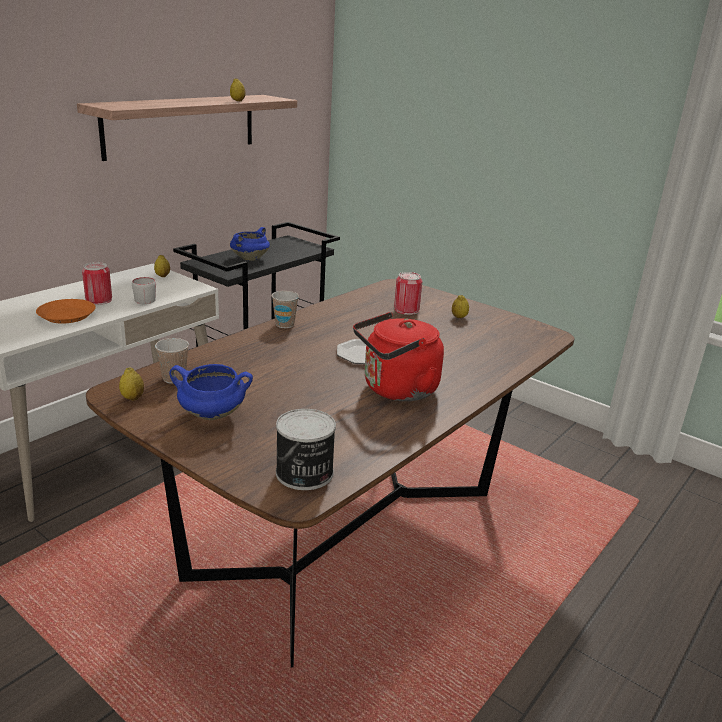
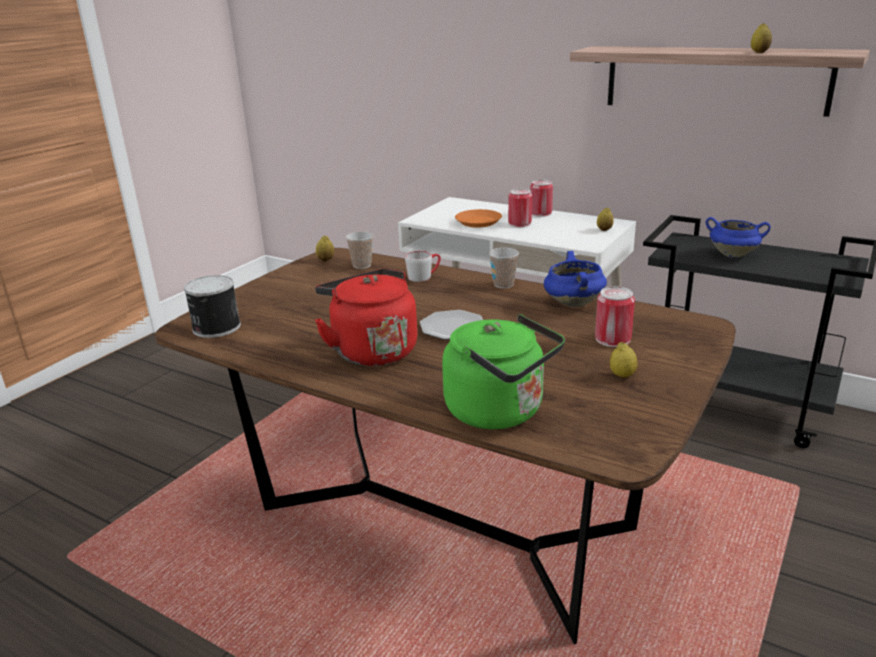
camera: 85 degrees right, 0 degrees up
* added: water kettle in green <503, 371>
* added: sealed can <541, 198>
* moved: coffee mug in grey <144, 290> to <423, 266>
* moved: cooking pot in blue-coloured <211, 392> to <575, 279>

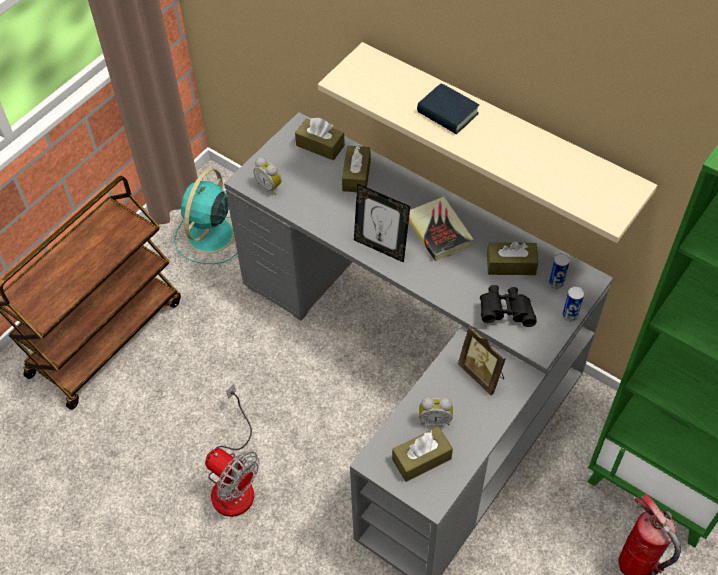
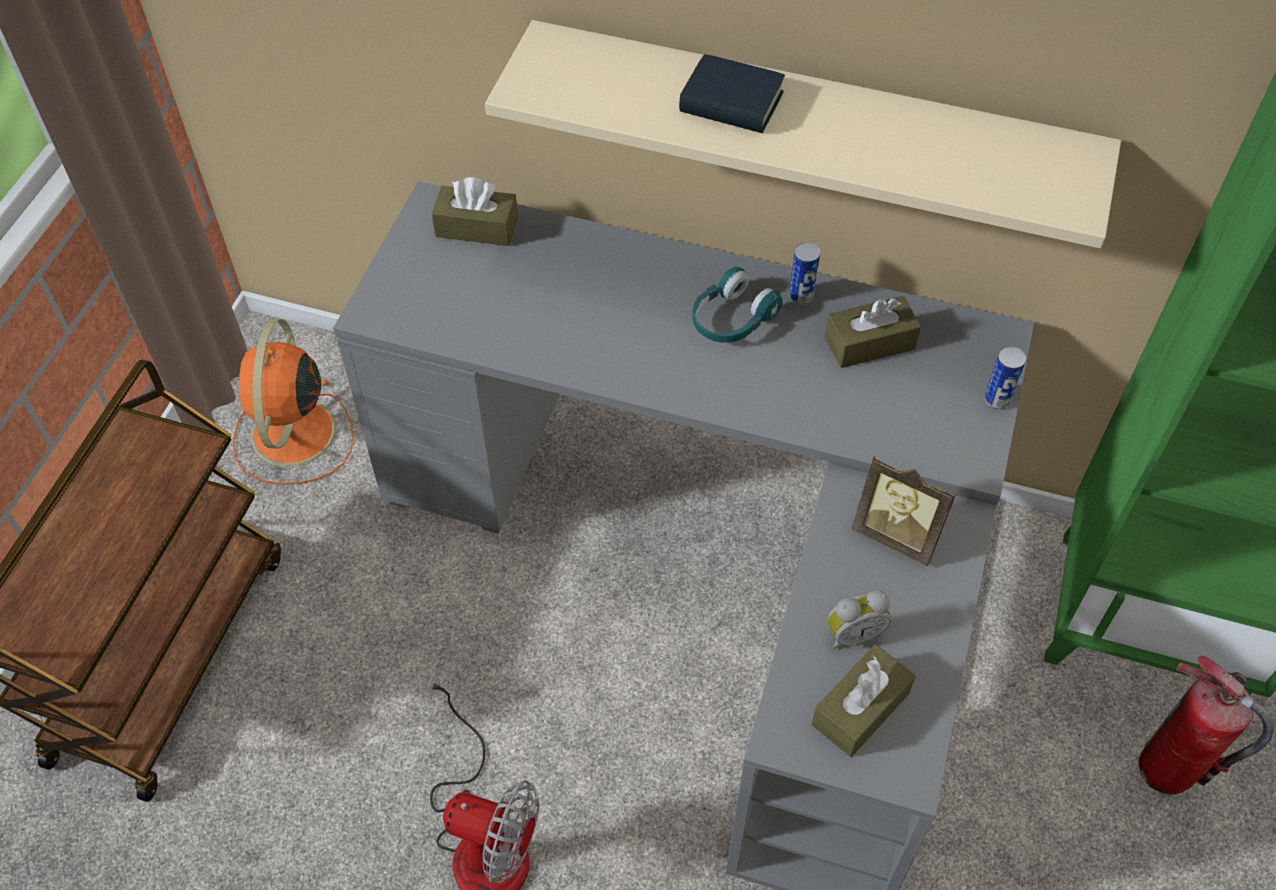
camera: 20 degrees left, 0 degrees up
* removed: alarm clock <267, 176>
* removed: tissue holder in brown-coloured <356, 168>
* removed: photo frame <382, 223>
* removed: pair of binoculars in blackish <508, 306>
* moved: sealed can <559, 271> to <804, 273>
* replaced: bound book <441, 229> to headset in blue-green <737, 305>
* recoloured: cooling fan in blue-green <205, 216> to cooling fan in orangey <293, 401>

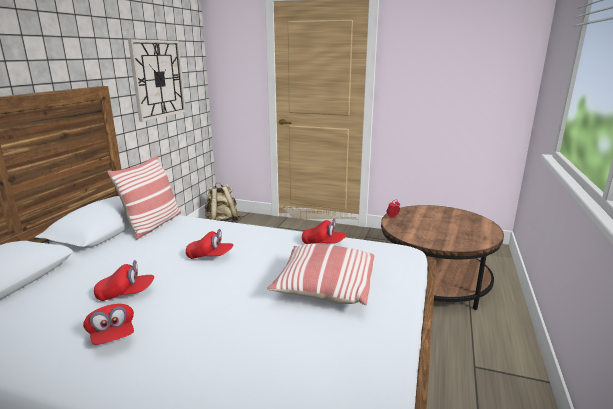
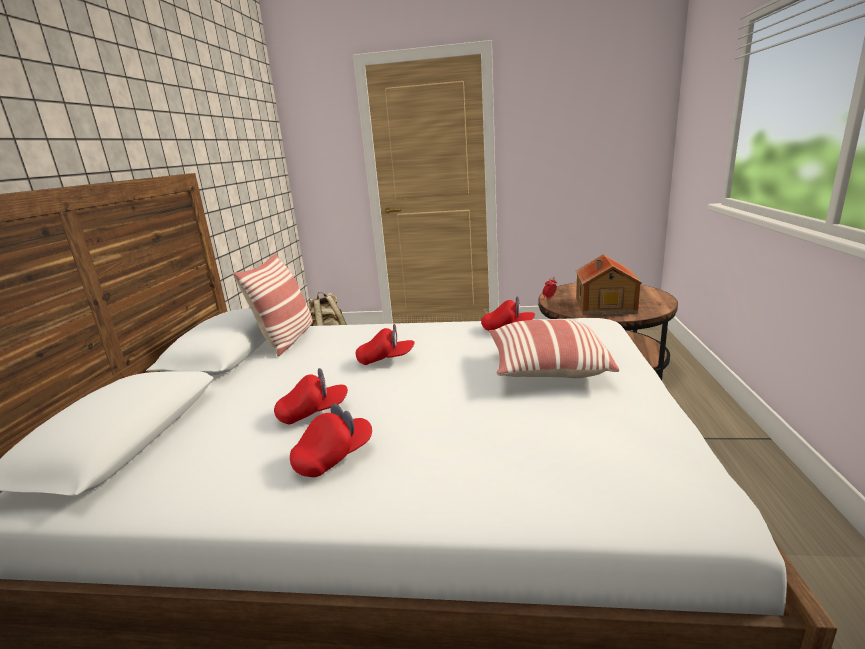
camera: 10 degrees left, 0 degrees up
* removed: hanging clock <157, 80>
* added: toy house <609, 284>
* turned: baseball cap in reddish <108, 324> = <331, 440> 90 degrees counterclockwise

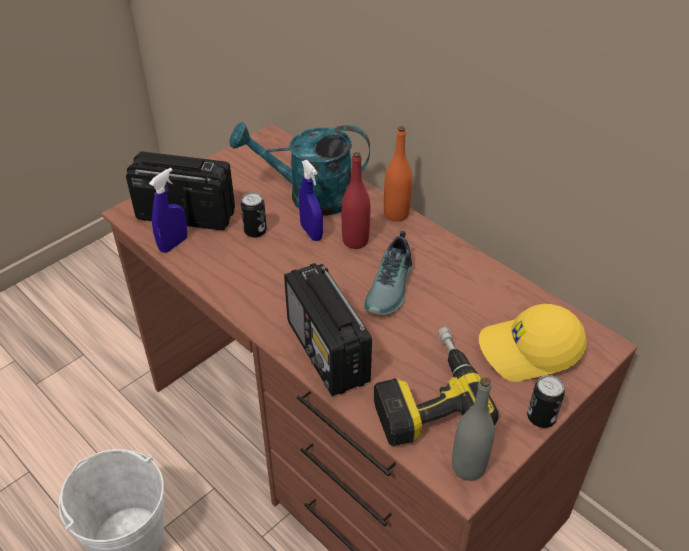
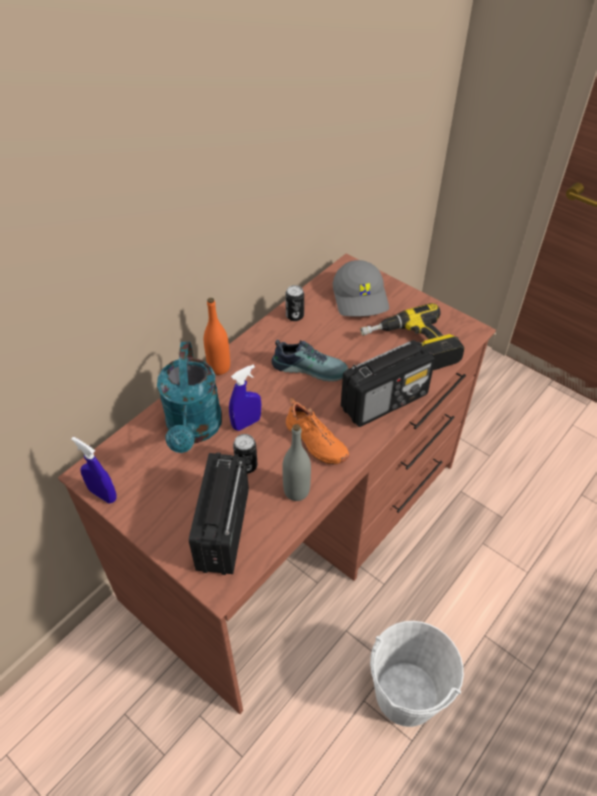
camera: 95 degrees left, 5 degrees up
* removed: drink bottle in reddish <356, 200>
* added: item of footwear in orangey <317, 431>
* moved: sprayer in blue-coloured <168, 210> to <93, 470>
* moved: drink bottle in grey <473, 429> to <296, 462>
* moved: sealed can <546, 401> to <294, 303>
* recoloured: baseball cap in yellowish <533, 343> to baseball cap in grey <361, 288>

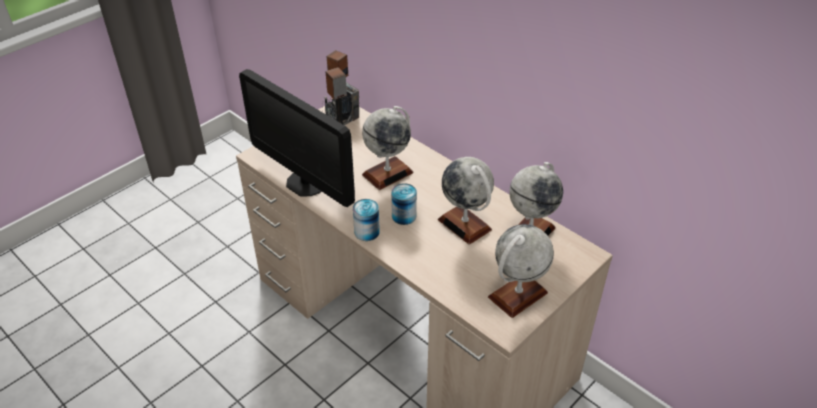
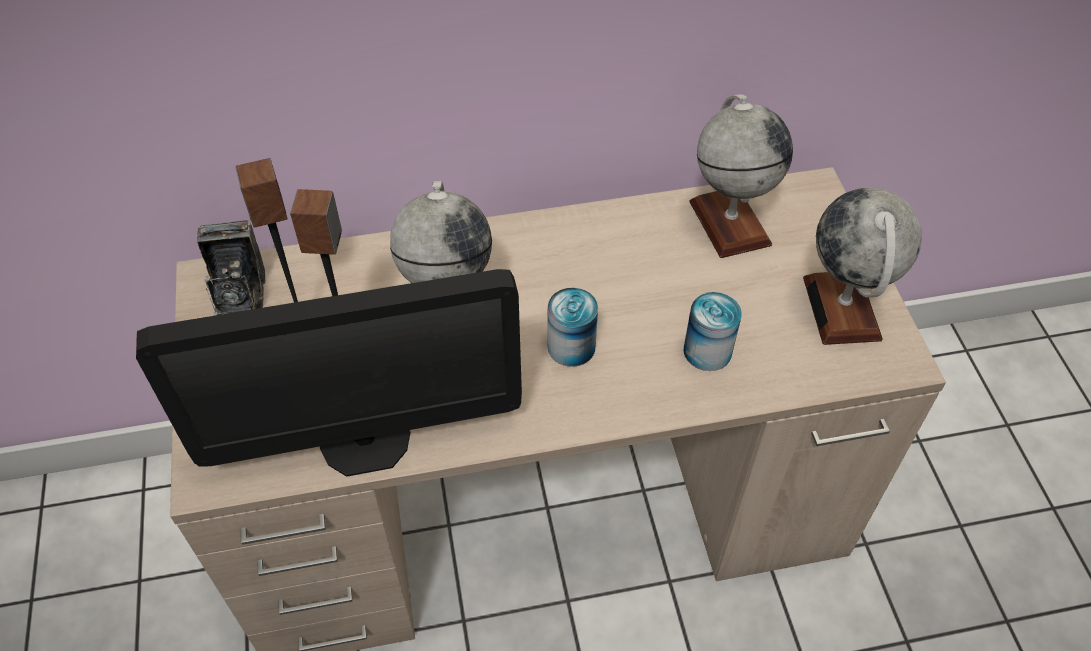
camera: 55 degrees left, 10 degrees up
* removed: desk globe <466, 201>
* moved: sealed can <366, 220> to <713, 331>

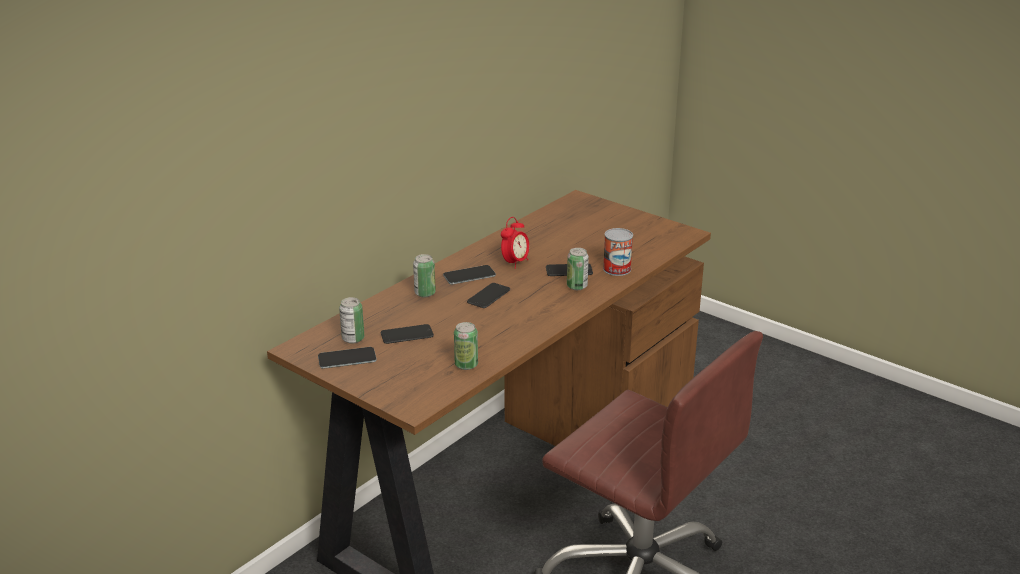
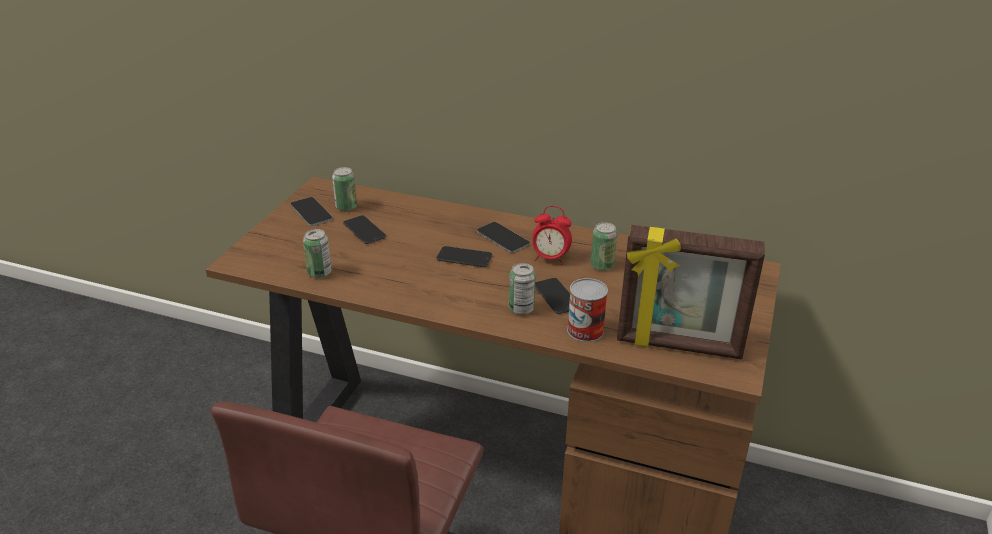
camera: 70 degrees right, 5 degrees up
* added: photo frame <691, 292>
* moved: sealed can <424, 275> to <604, 246>

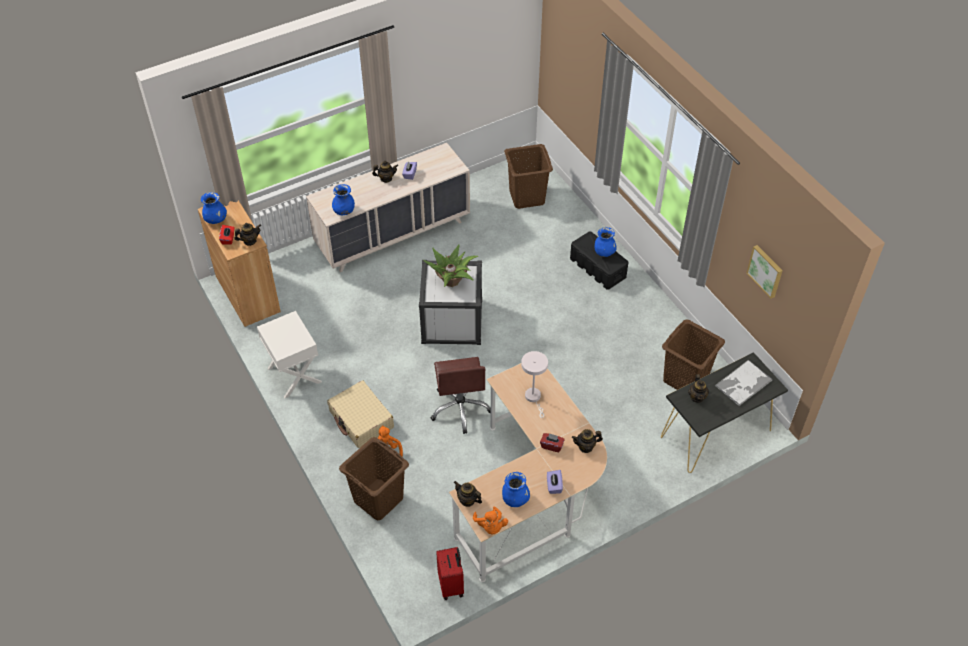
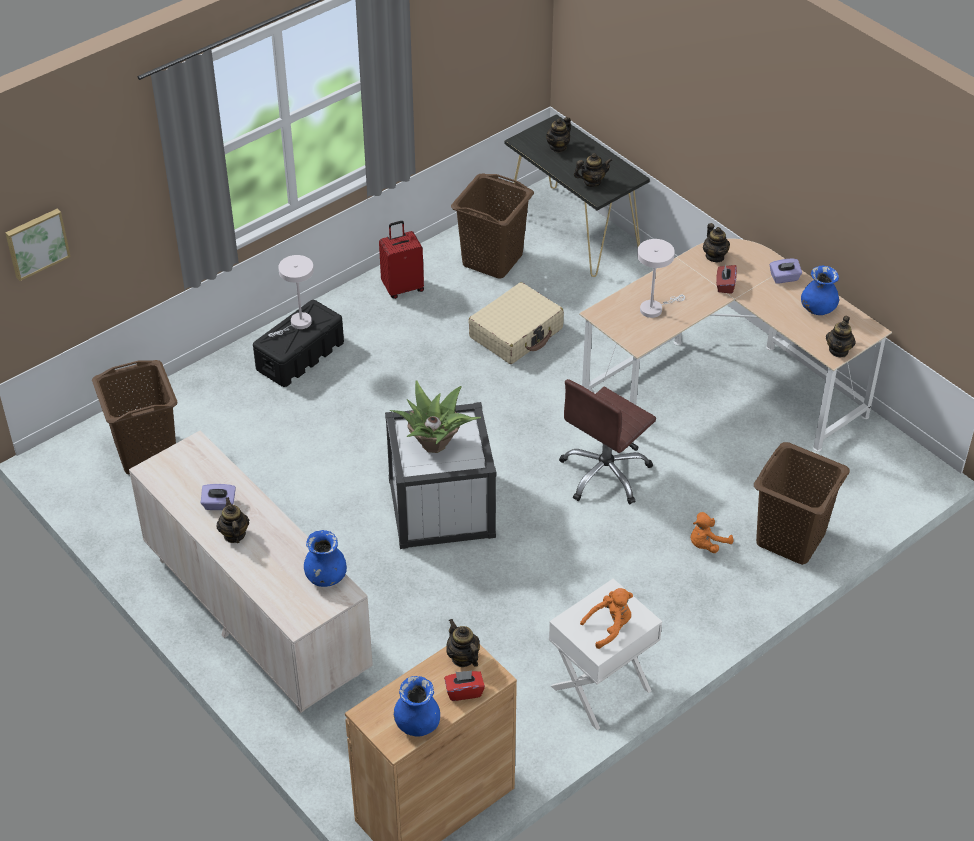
camera: 100 degrees left, 5 degrees down
* moved: suitcase in beige-coloured <360, 414> to <516, 323>
* moved: suitcase in reddish <450, 573> to <401, 260>
* moved: cuddly toy in orangey <490, 520> to <606, 618>
* moved: picture <764, 272> to <38, 245>
* replaced: decorative vase in blue-coloured <606, 242> to tabletop lamp in whitish <291, 296>
* replaced: serving tray <744, 382> to pot for tea <558, 135>
* turned: office chair in brown-coloured <460, 395> = <607, 441> 150 degrees clockwise

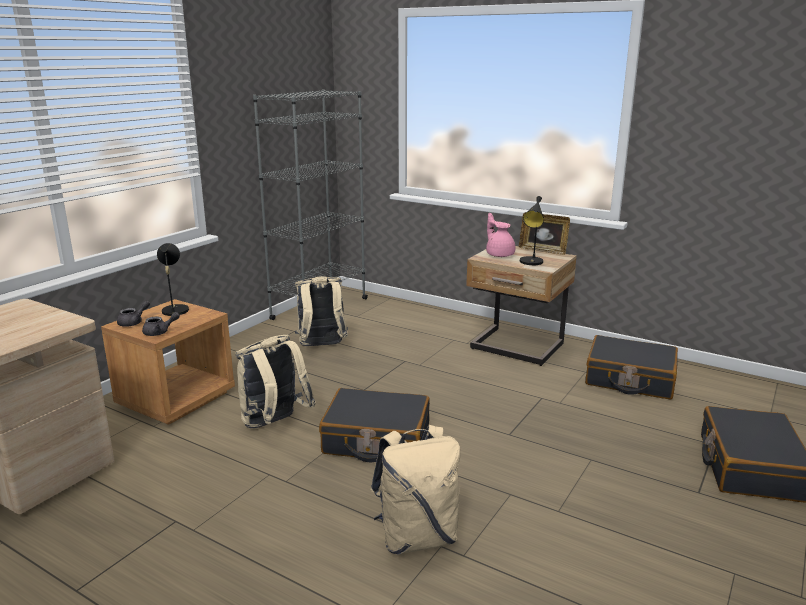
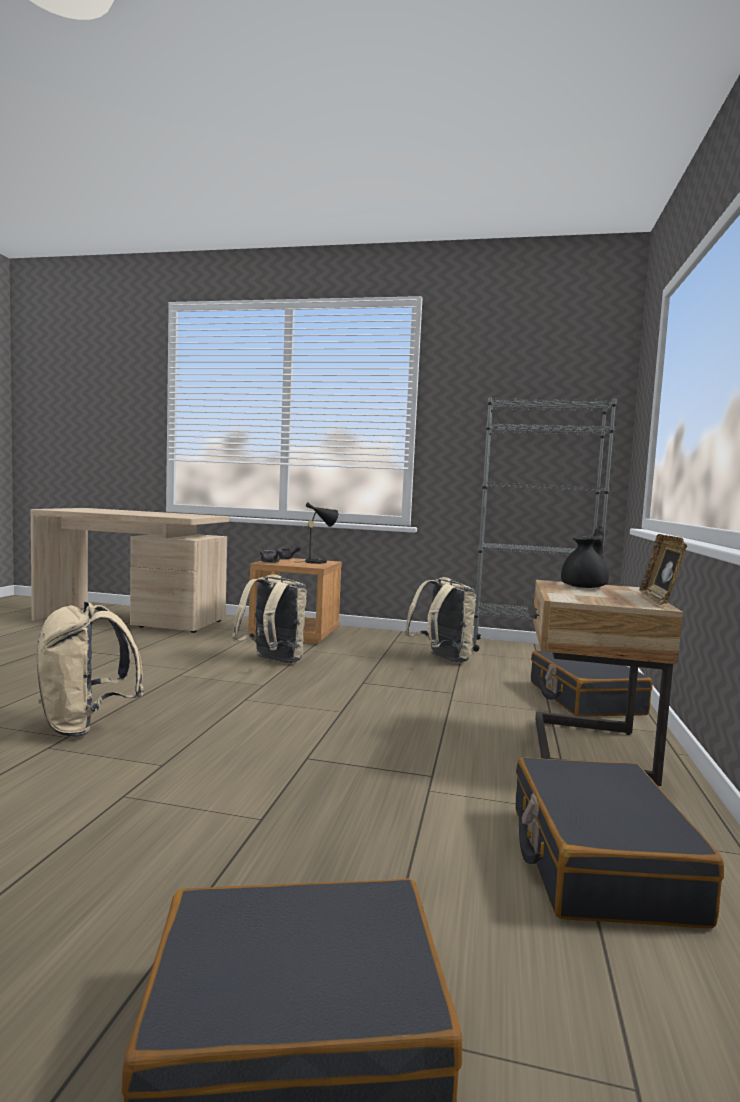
camera: 70 degrees right, 15 degrees down
* removed: tabletop lamp in blackish <532, 230>
* moved: suitcase in blackish <374, 425> to <591, 684>
* recoloured: pot for tea in pink <500, 235> to pot for tea in blackish <585, 557>

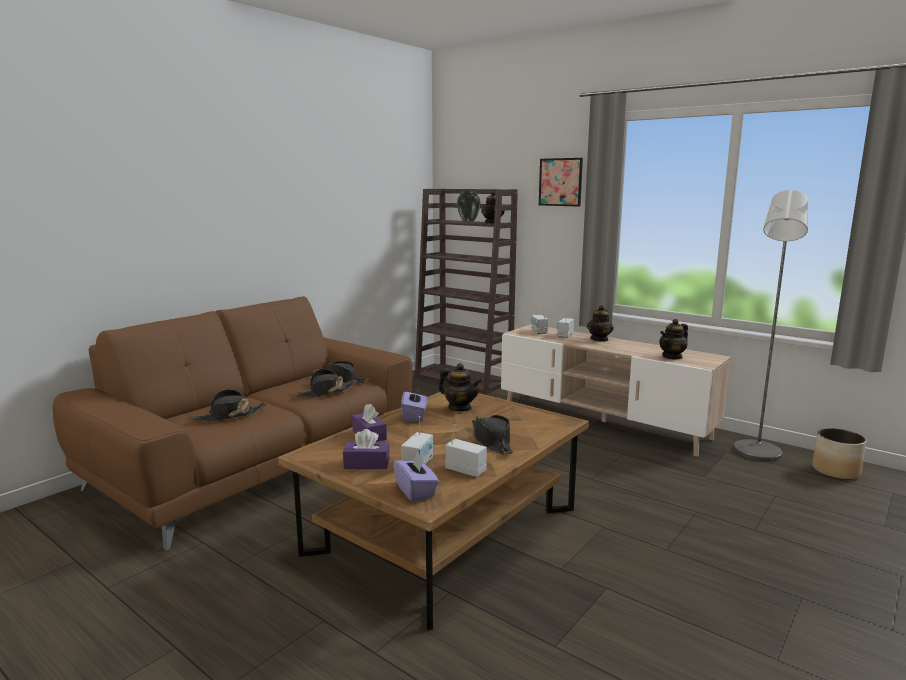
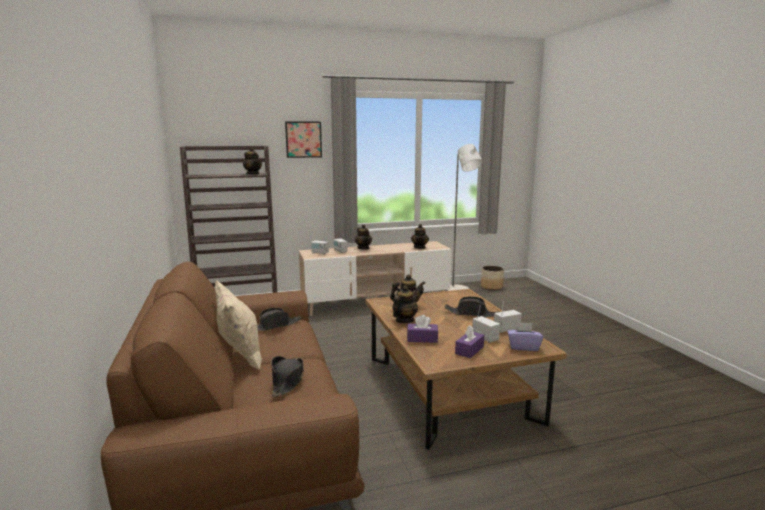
camera: 55 degrees left, 0 degrees up
* removed: clothing hat in blackish <325, 383>
* removed: decorative vase <469, 206>
* added: cushion in beige-coloured <238, 325>
* replaced: tissue holder in purplish <414, 404> to pot for tea <405, 304>

